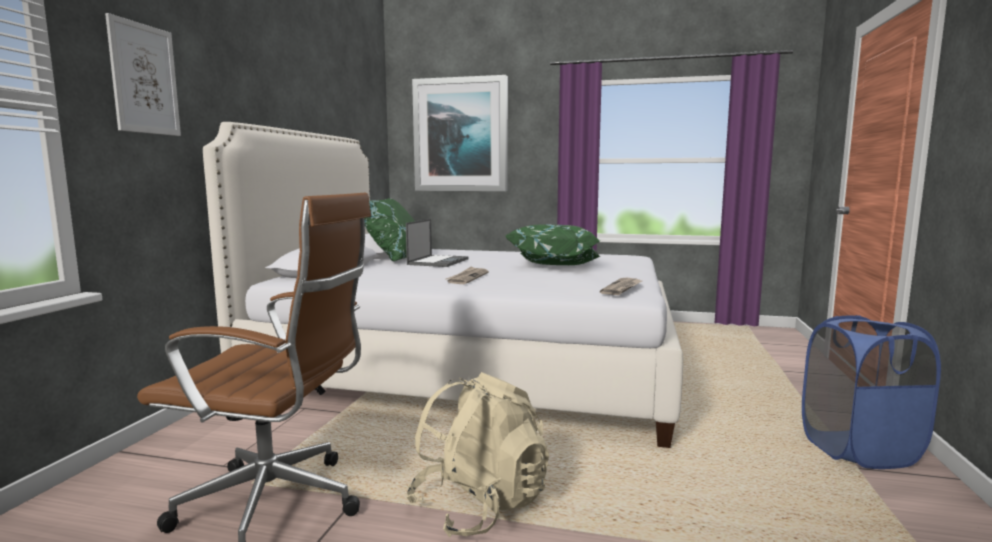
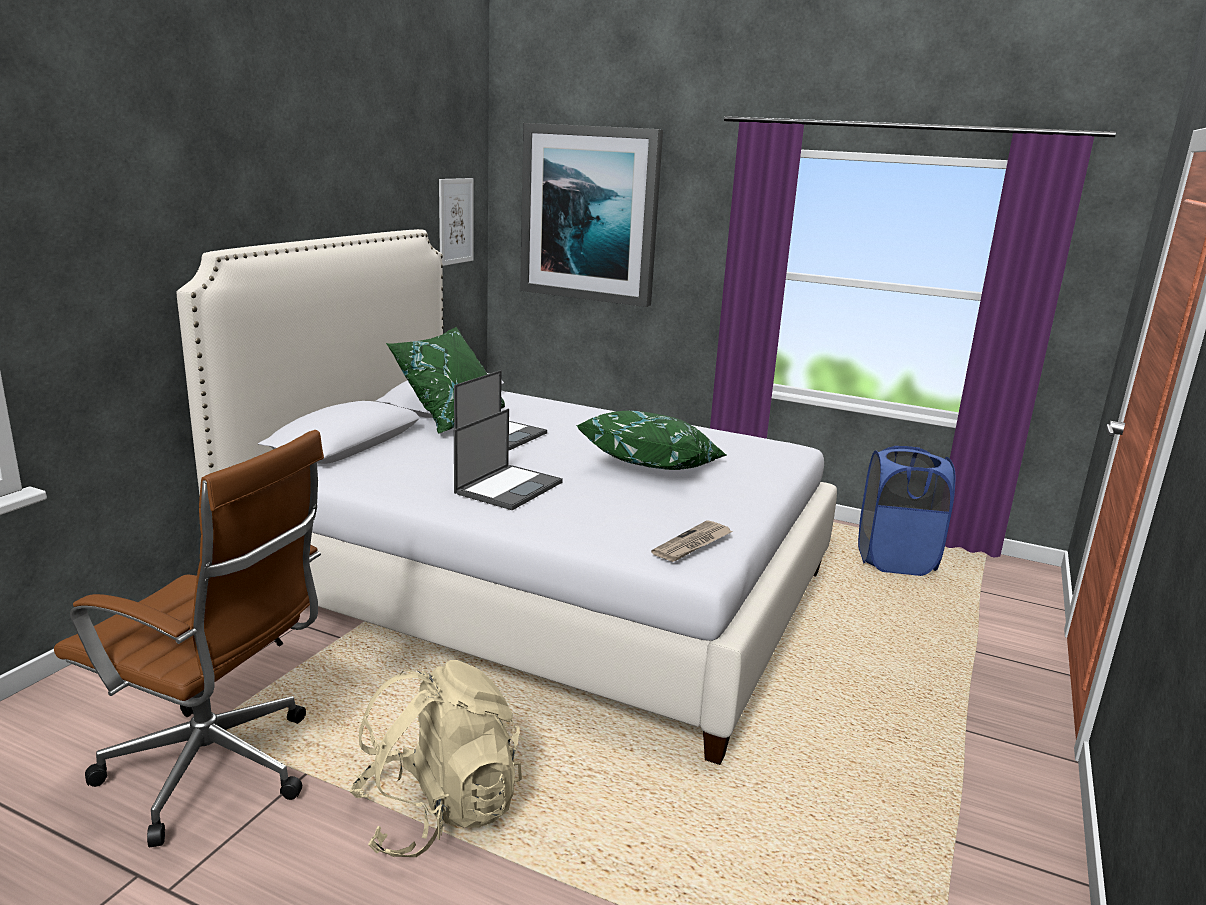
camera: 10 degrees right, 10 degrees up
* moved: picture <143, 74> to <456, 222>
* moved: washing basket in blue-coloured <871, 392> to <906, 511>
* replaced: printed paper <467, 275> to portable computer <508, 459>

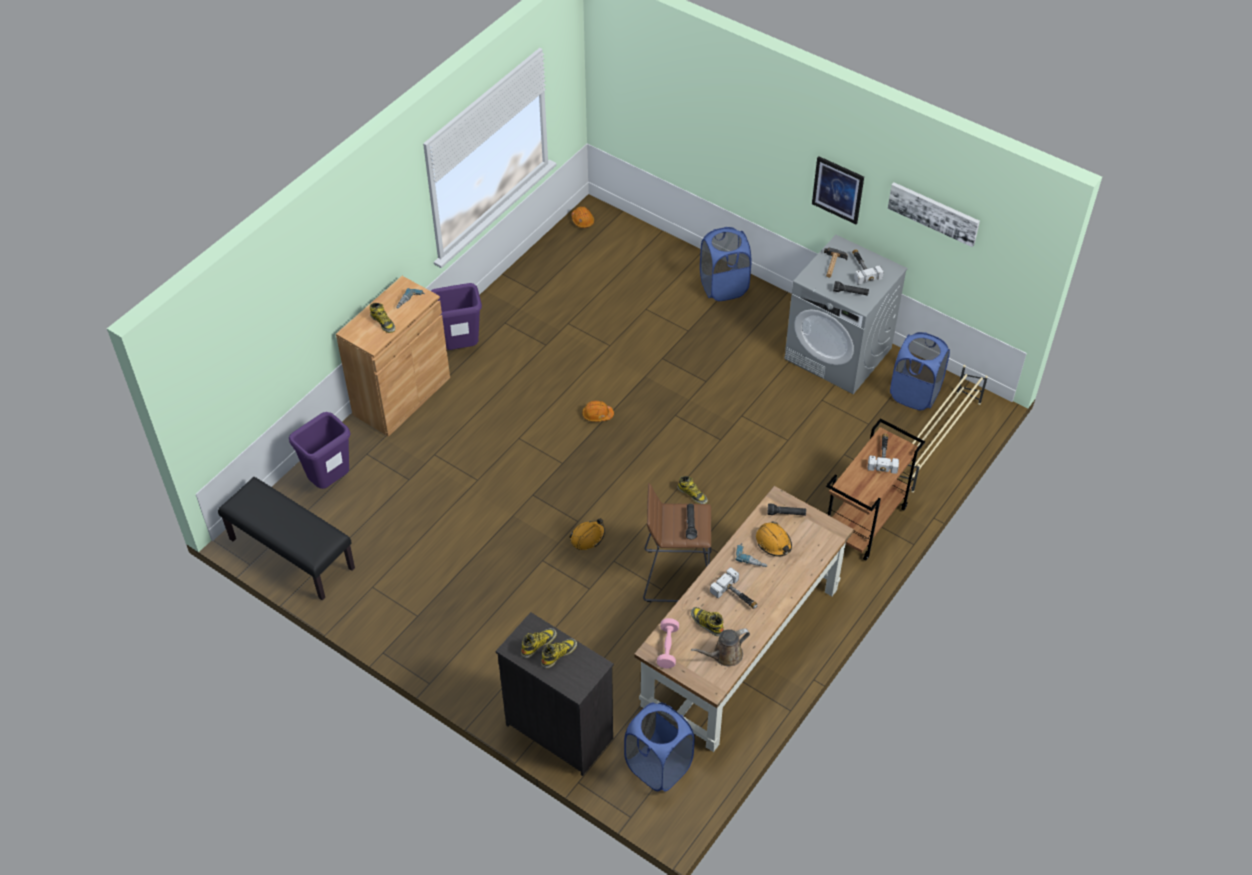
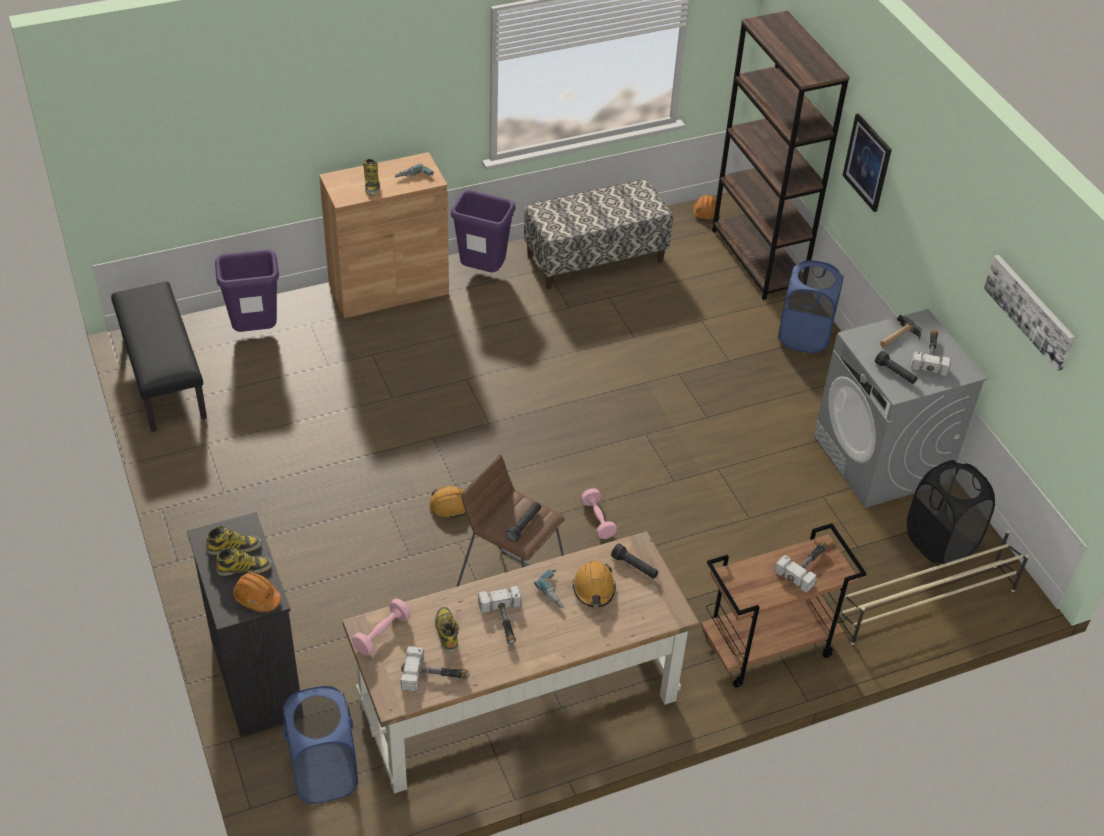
camera: 30 degrees right, 5 degrees down
* added: indoor bench <598, 234>
* added: bookcase in brown-coloured <781, 155>
* moved: safety helmet in orangey <598, 411> to <257, 592>
* moved: picture <838, 190> to <867, 162>
* replaced: boot <692, 490> to hand weight in pink <599, 513>
* replaced: sprinkling can in brown-coloured <720, 647> to hand hammer <435, 668>
* recoloured: washing basket in blue-coloured <920, 371> to washing basket in blackish <951, 512>

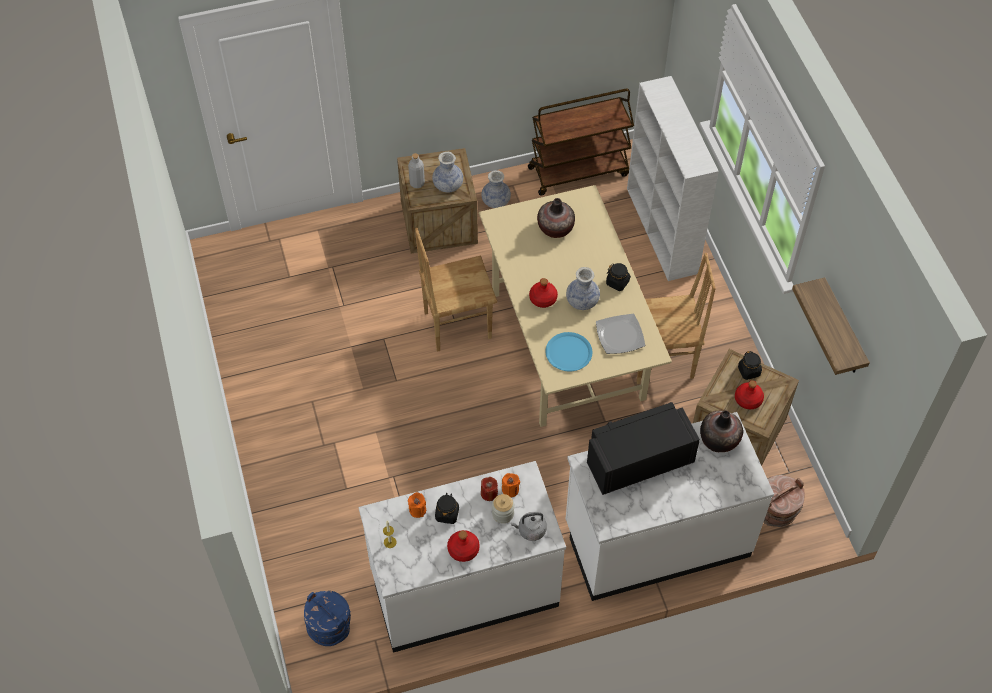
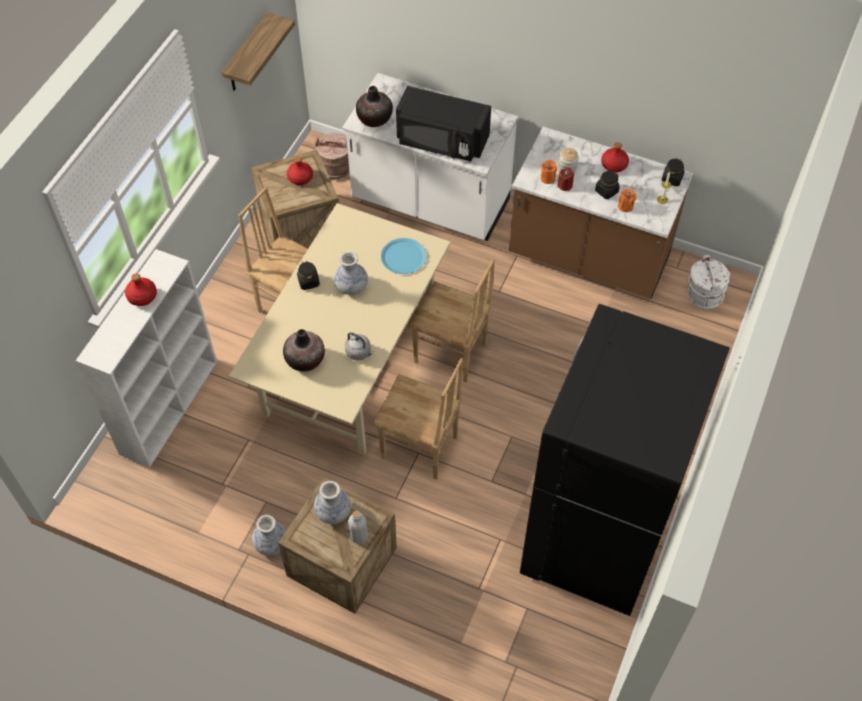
camera: 140 degrees left, 0 degrees up
* removed: trolley in brown-coloured <581, 142>
* removed: plate <620, 334>
* added: upright chair in brown-coloured <451, 321>
* added: refrigerator in blackish <625, 460>
* moved: water kettle in grey <529, 526> to <359, 346>
* moved: drink bottle in reddish <543, 293> to <141, 289>
* moved: storage jar in blackish <750, 365> to <673, 172>
* recoloured: bucket in blue-coloured <327, 618> to bucket in whitish <708, 282>
* recoloured: counter in whitish <462, 557> to counter in brown-coloured <601, 213>

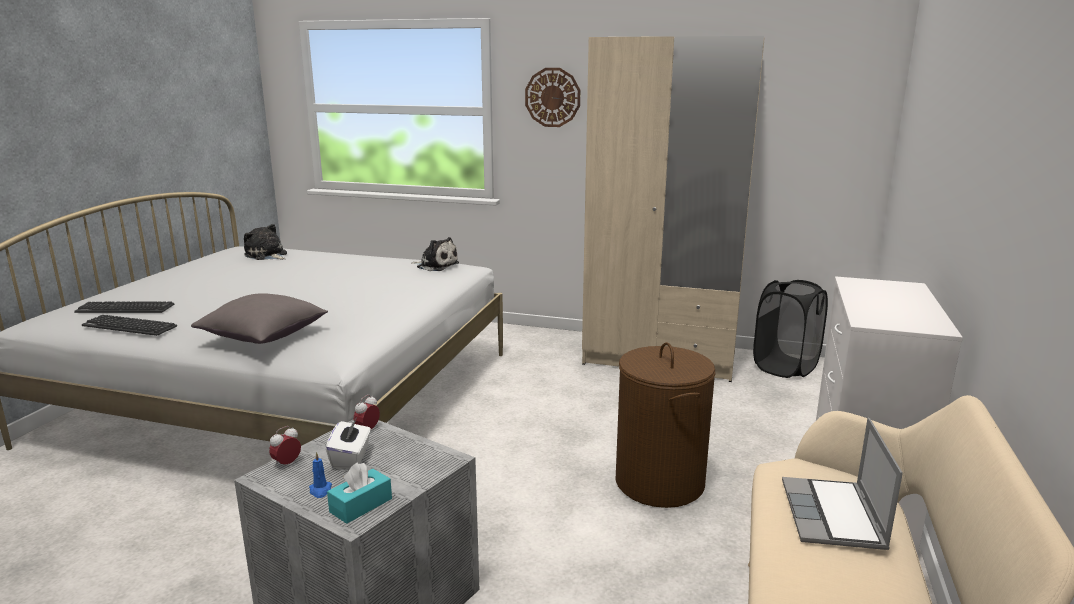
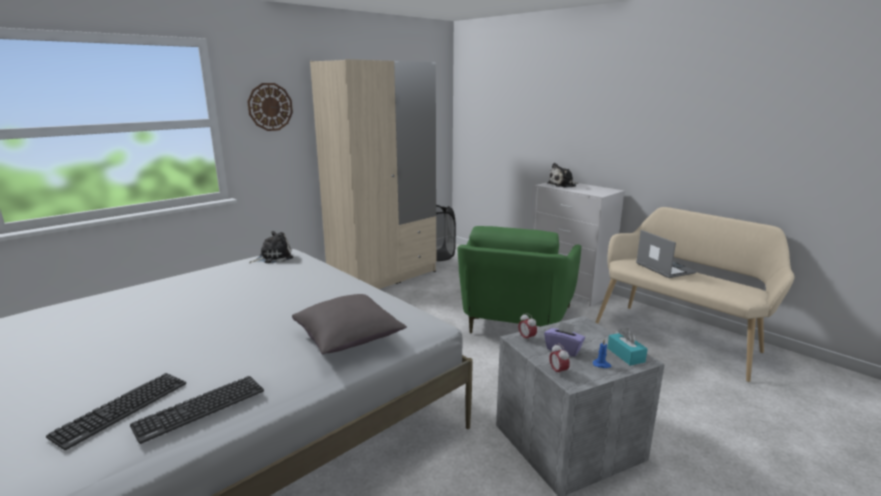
camera: 60 degrees left, 0 degrees up
* moved: cuddly toy <265, 242> to <562, 175>
* replaced: washing basket in brown-coloured <665, 425> to armchair in green <519, 280>
* recoloured: tissue holder in whitish <348, 443> to tissue holder in purplish <564, 339>
* turned: portable computer <842, 483> = <666, 254> 150 degrees counterclockwise

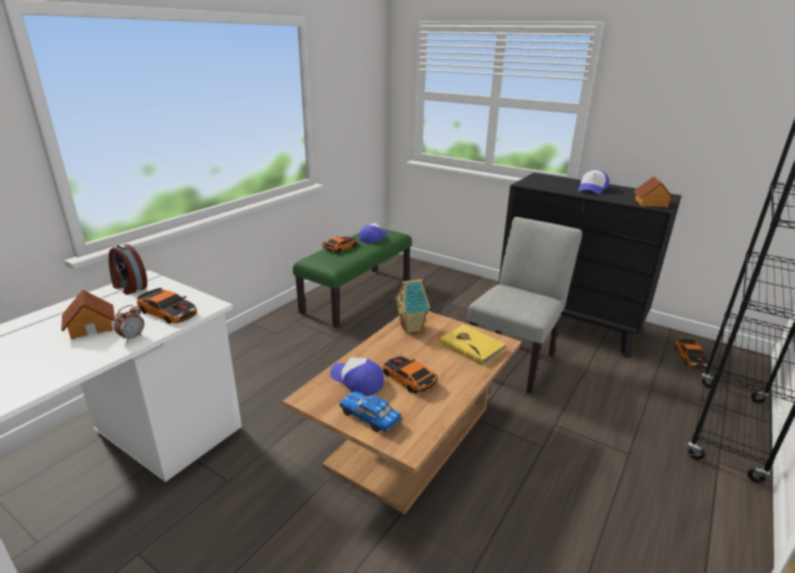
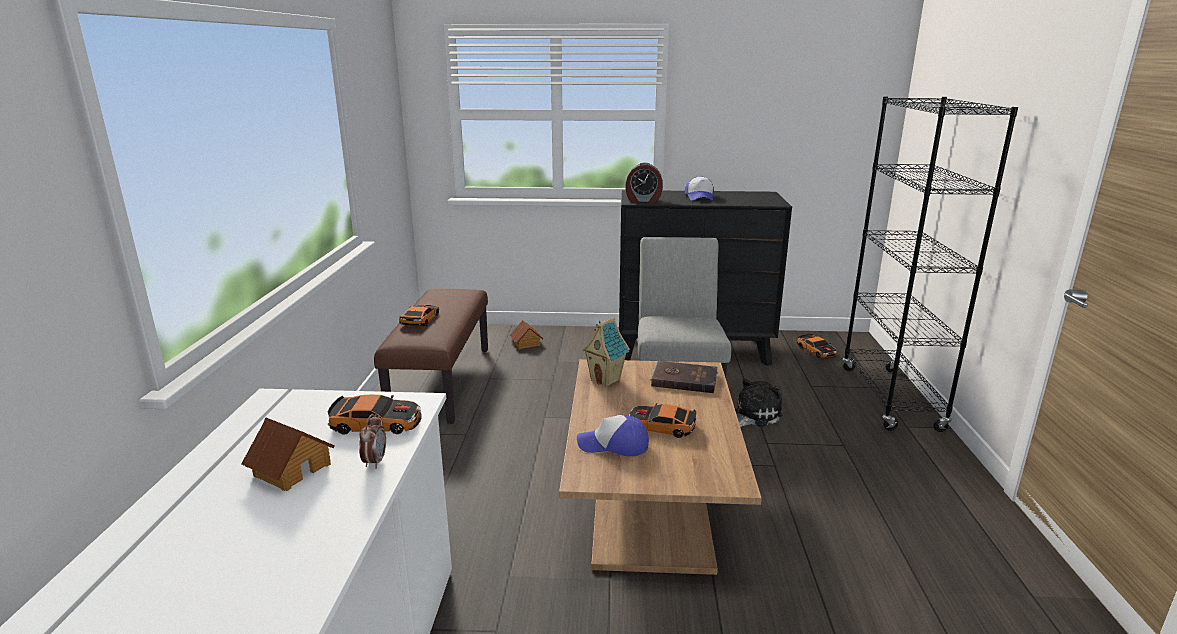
camera: 30 degrees left, 5 degrees down
* removed: miniature car <371, 411>
* removed: baseball cap <373, 233>
* added: cuddly toy <759, 403>
* moved: alarm clock <128, 269> to <644, 183>
* moved: toy house <654, 192> to <527, 335>
* recoloured: indoor bench in green <352, 278> to indoor bench in brown-coloured <431, 356>
* recoloured: bound book in yellowish <473, 345> to bound book in brown-coloured <684, 377>

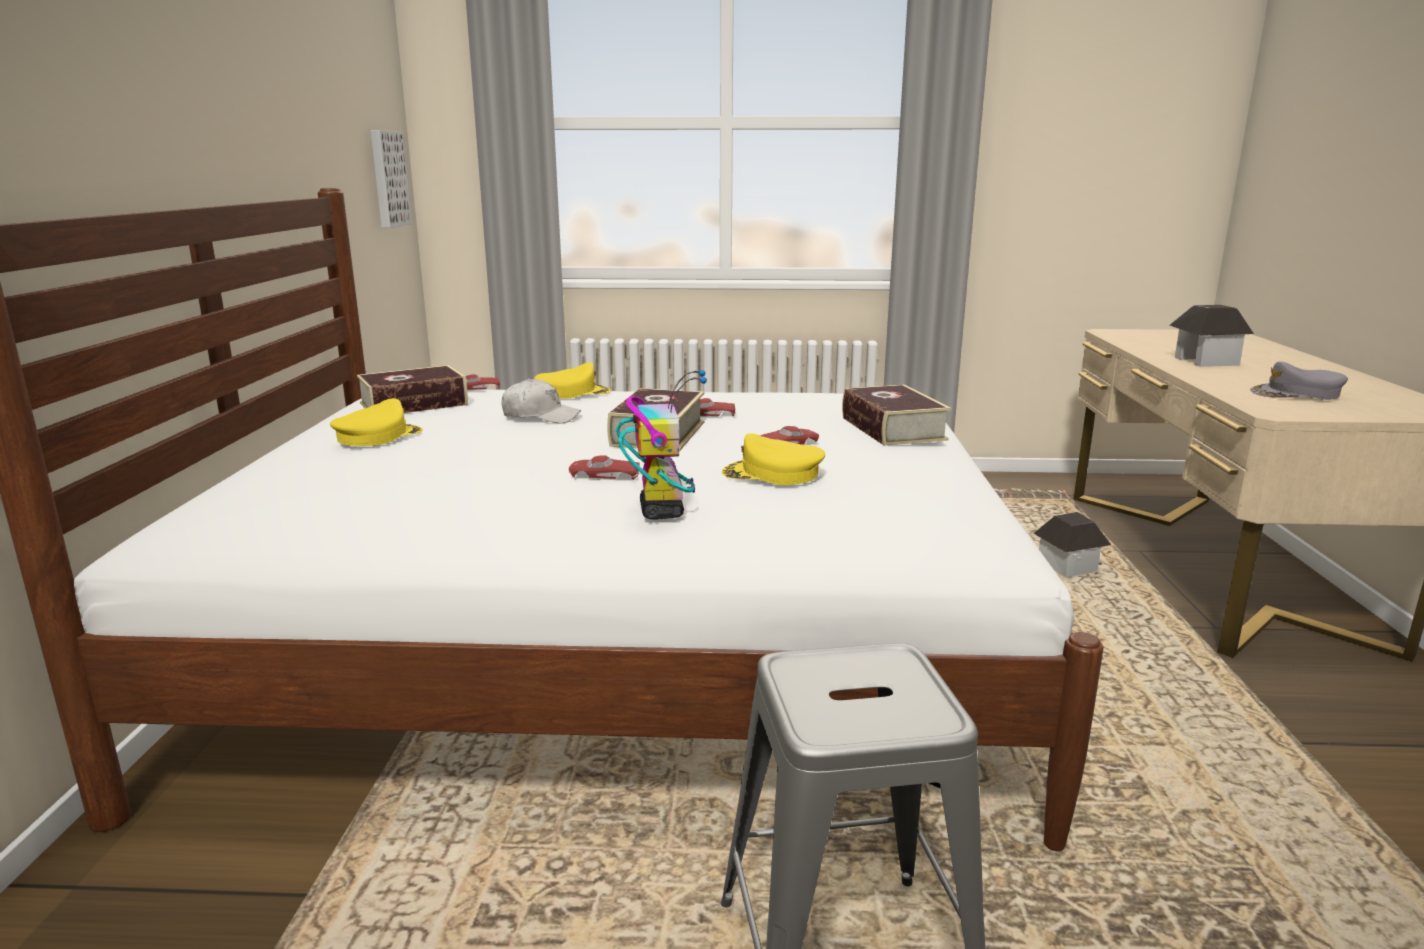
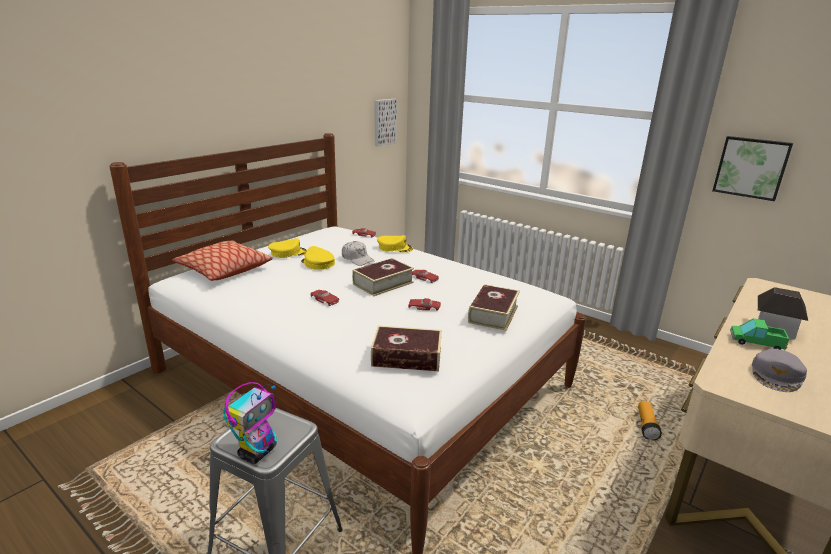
camera: 35 degrees right, 5 degrees up
* added: cushion <222, 261>
* added: picture <752, 168>
* added: toy truck <759, 334>
* moved: bound book <412, 389> to <406, 348>
* moved: model robot <661, 445> to <250, 423>
* moved: baseball cap in yellowish <773, 459> to <318, 258>
* replaced: toy house <1072, 544> to flashlight <650, 420>
* turned: baseball cap in grey <1299, 380> = <779, 370> 90 degrees counterclockwise

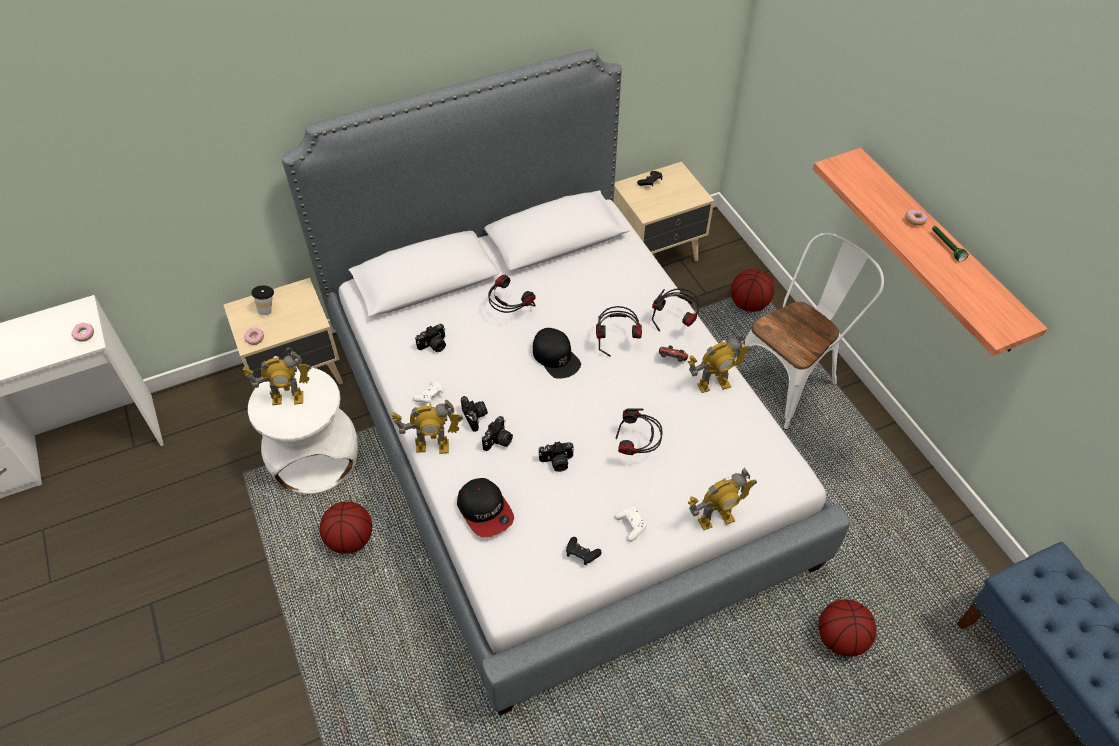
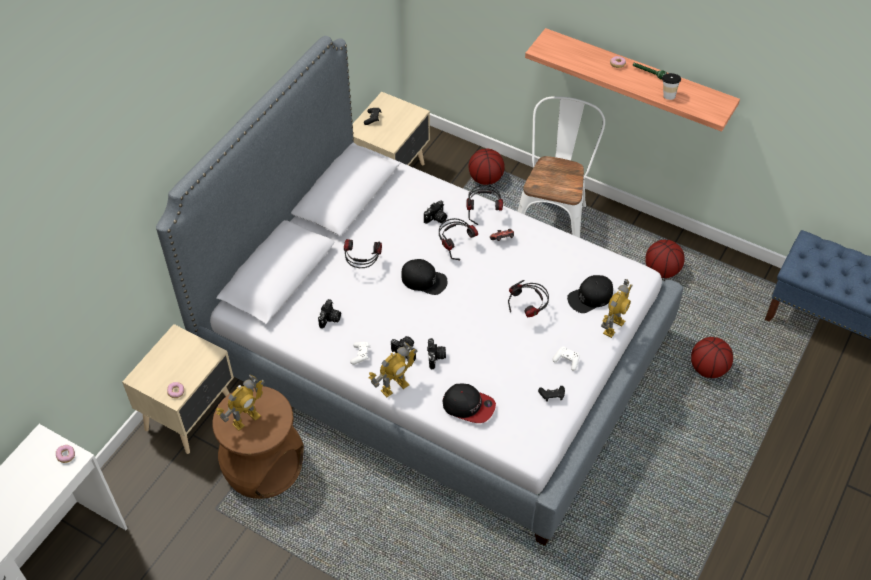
camera: 35 degrees left, 0 degrees up
* removed: model robot <719, 363>
* added: baseball cap in blackish <590, 294>
* moved: drinking cup <262, 300> to <671, 86>
* moved: basketball ball <346, 528> to <665, 259>
* moved: still camera <556, 456> to <435, 212>
* recoloured: stool in whitish <303, 430> to stool in brown-coloured <258, 442>

